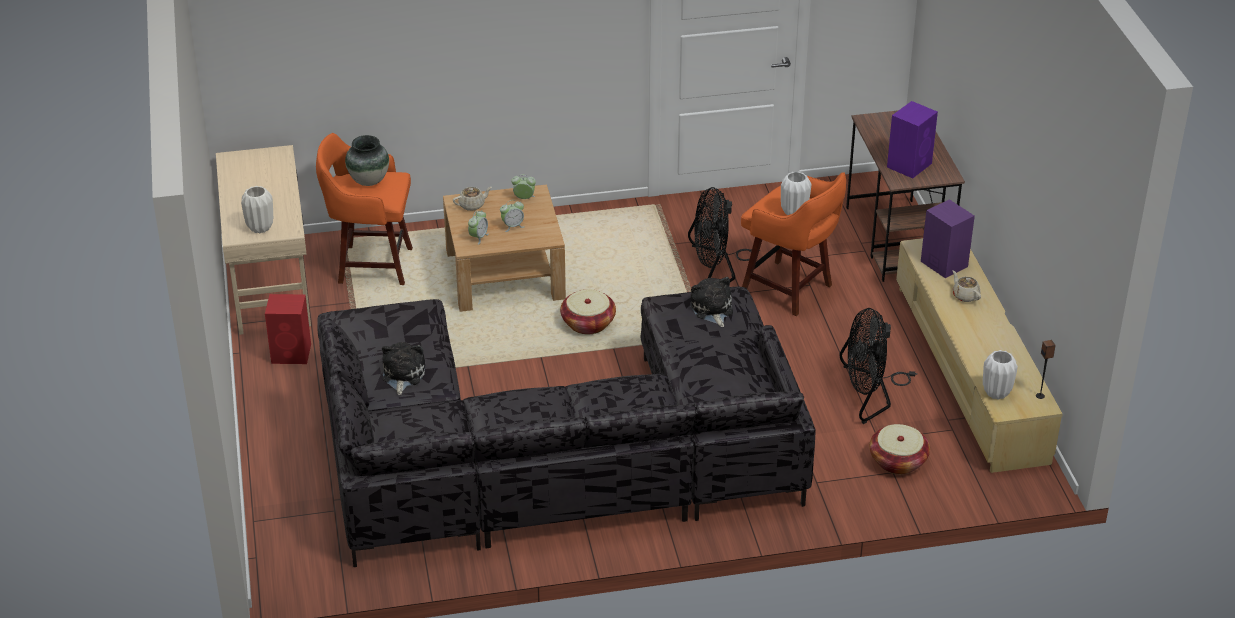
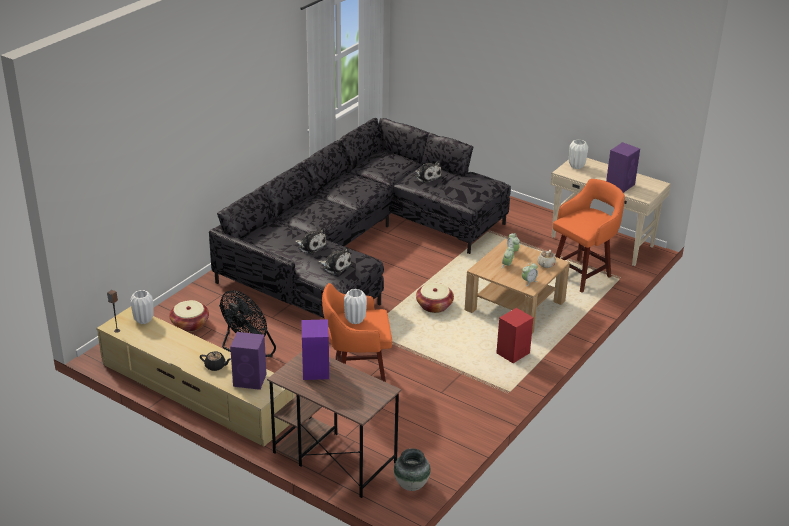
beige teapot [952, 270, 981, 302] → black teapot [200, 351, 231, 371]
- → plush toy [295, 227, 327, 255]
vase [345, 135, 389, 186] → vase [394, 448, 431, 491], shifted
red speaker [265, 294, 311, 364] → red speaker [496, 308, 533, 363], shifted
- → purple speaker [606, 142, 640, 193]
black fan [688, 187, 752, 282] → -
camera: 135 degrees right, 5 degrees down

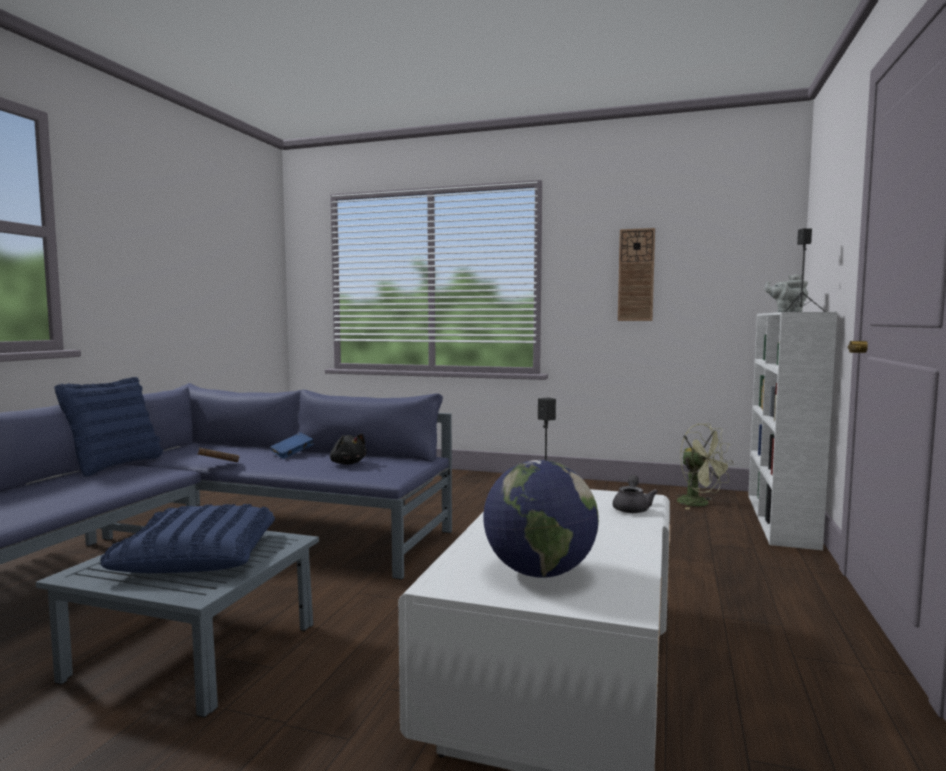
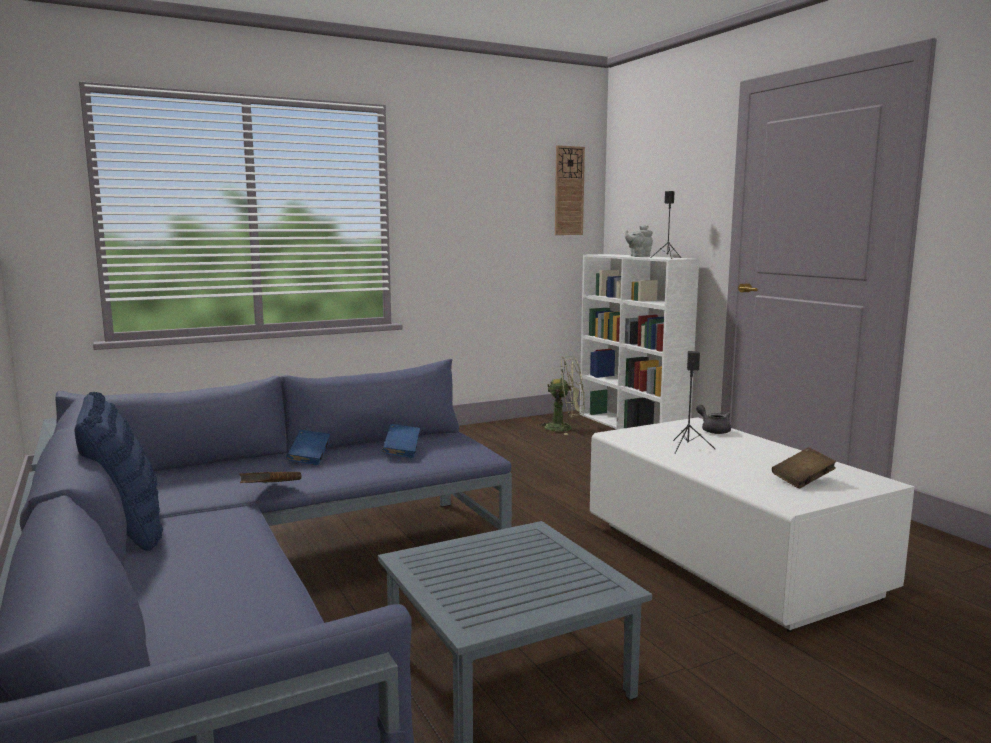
black plush toy [330, 433, 367, 465] → blue book [382, 424, 420, 458]
wall clock [618, 228, 655, 321] → wall clock [555, 145, 585, 235], shifted
globe [483, 460, 599, 578] → brown book [772, 447, 836, 488]
blue pillow [100, 504, 275, 573] → -
camera: 45 degrees left, 5 degrees up

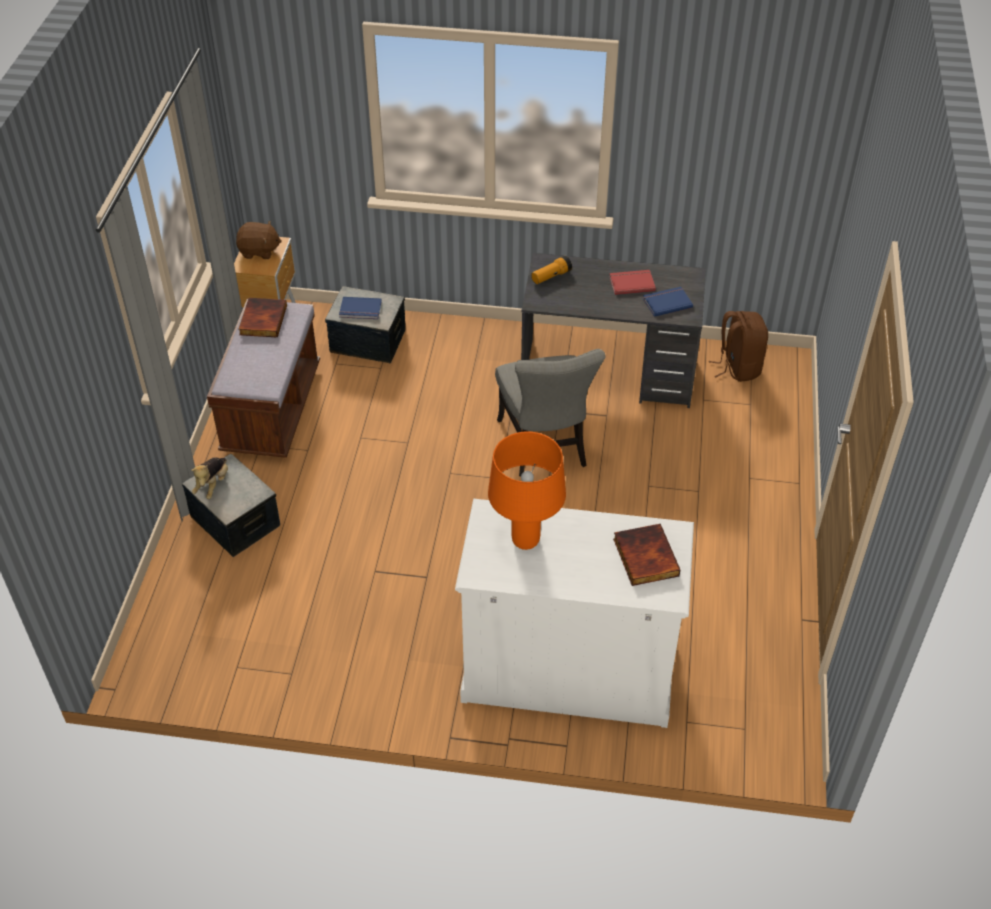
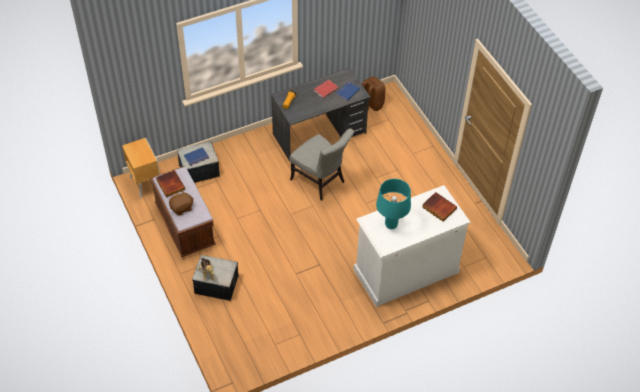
brown plush toy [236, 220, 282, 259] → brown plush toy [169, 190, 194, 216], shifted
orange table lamp [488, 431, 566, 550] → turquoise table lamp [376, 179, 411, 229]
camera: 35 degrees left, 5 degrees up

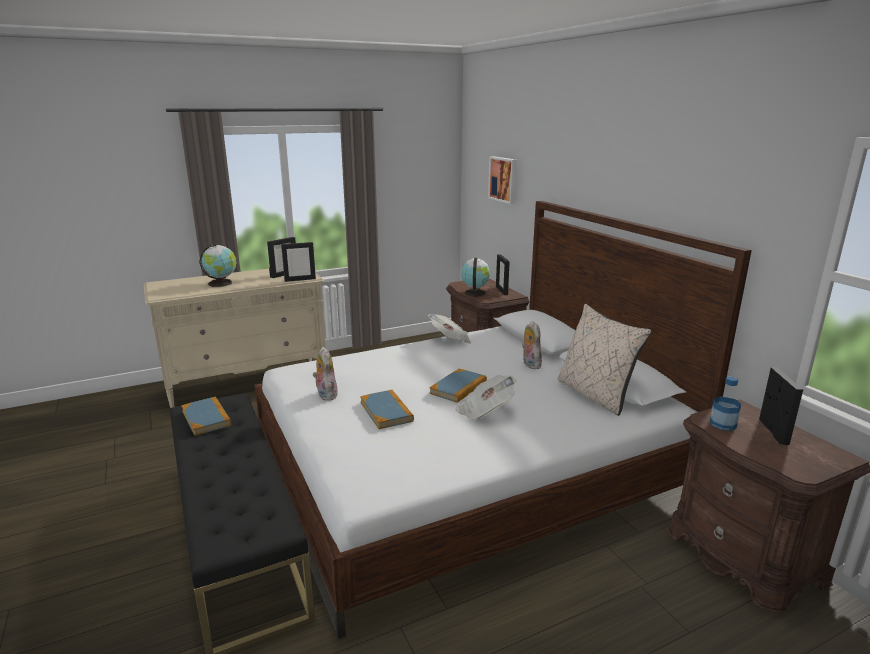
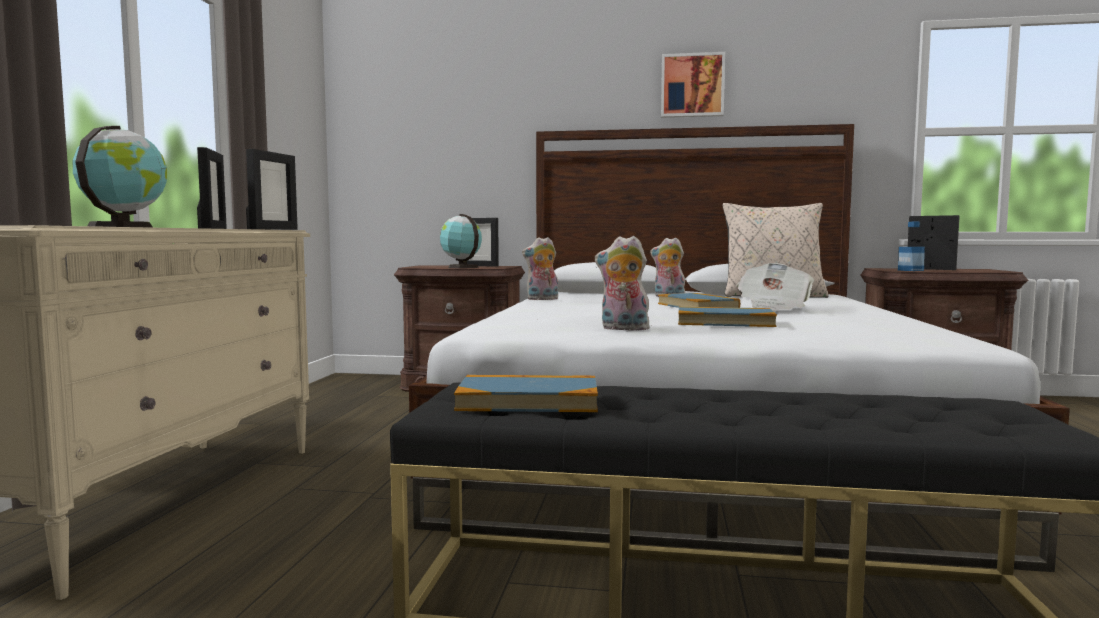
newspaper [428, 314, 472, 344] → plush toy [522, 237, 558, 300]
picture [488, 156, 517, 204] → picture [661, 52, 725, 118], shifted
camera: 55 degrees left, 15 degrees down

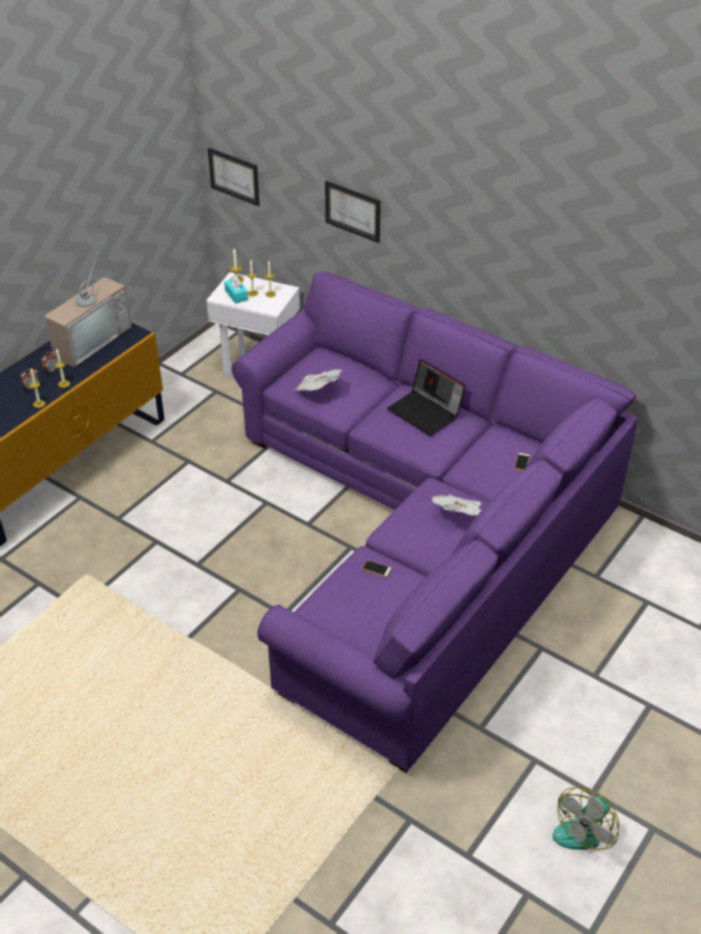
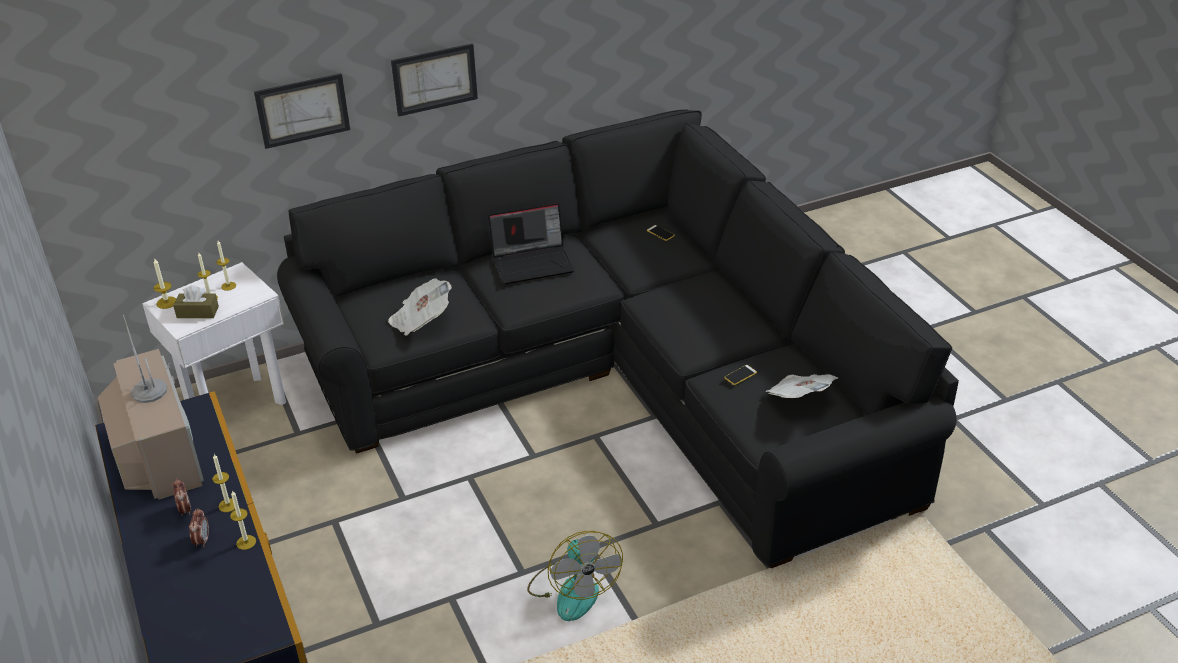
turquoise tissue box [224, 276, 248, 304] → brown tissue box [173, 285, 219, 318]
purple sofa [232, 271, 638, 773] → black sofa [277, 109, 959, 568]
picture [208, 148, 260, 206] → picture [391, 43, 478, 117], shifted
fan [552, 787, 619, 850] → fan [527, 531, 623, 621], shifted
newspaper [432, 495, 482, 515] → newspaper [765, 374, 838, 398], shifted
camera: 60 degrees left, 5 degrees down

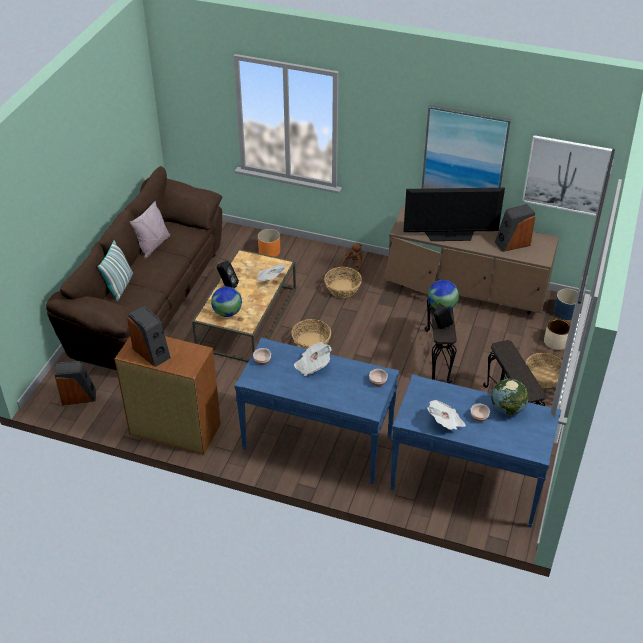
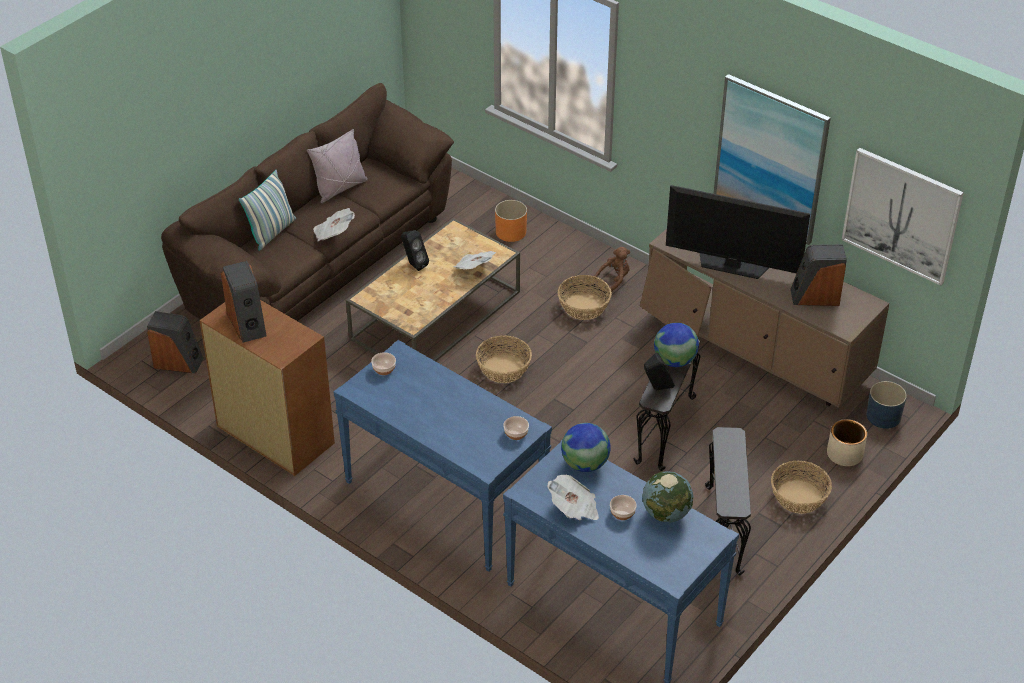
newspaper [294, 342, 332, 376] → newspaper [313, 208, 355, 241], shifted
globe [211, 286, 242, 317] → globe [561, 423, 611, 472], shifted
camera: 20 degrees right, 0 degrees up

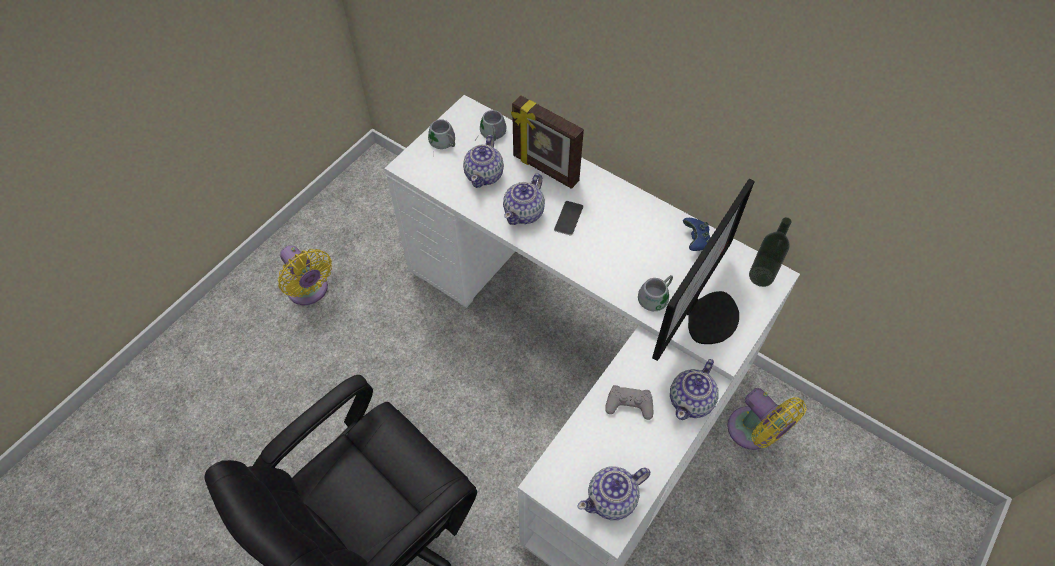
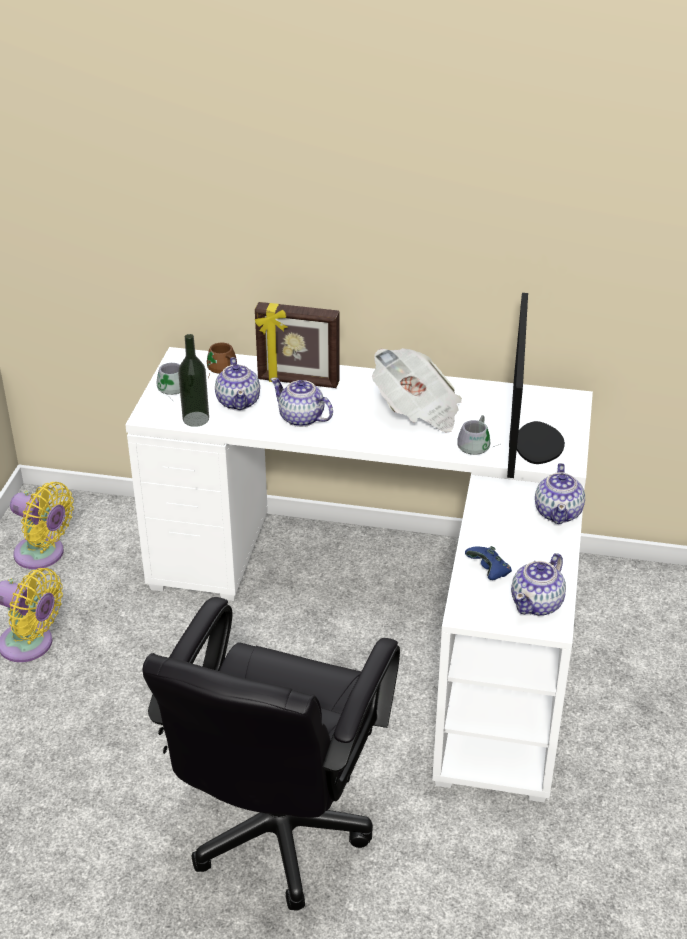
yellow fan [727, 388, 807, 450] → yellow fan [10, 482, 74, 569], shifted
bottle [749, 217, 792, 287] → bottle [178, 334, 209, 427], shifted
grey mug [476, 110, 506, 141] → brown mug [207, 343, 237, 379]
teapot [503, 173, 545, 225] → teapot [270, 378, 333, 427], 120 degrees clockwise
- → newspaper [372, 348, 462, 433]
blue game controller [683, 218, 710, 251] → blue game controller [465, 546, 512, 580], shifted
phone [554, 201, 583, 235] → -
grey game controller [605, 385, 654, 420] → -
camera: 25 degrees left, 20 degrees down

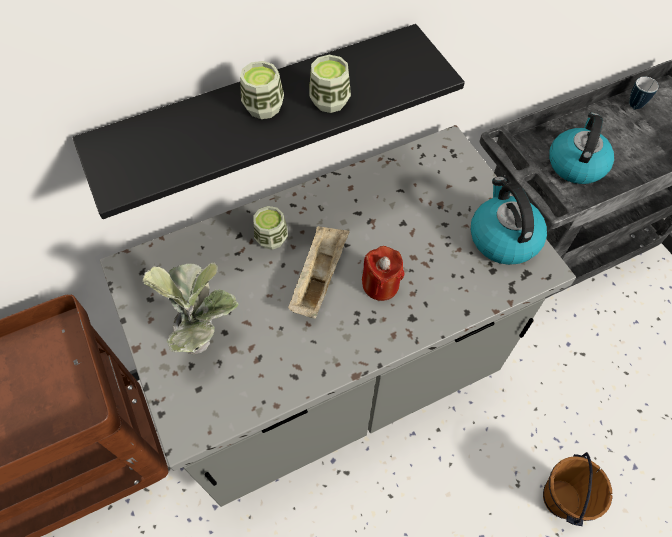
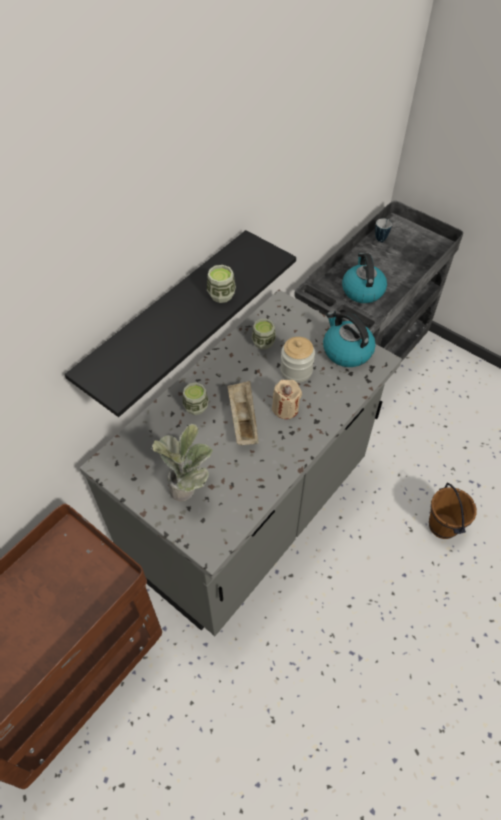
cup [240, 61, 284, 119] → cup [252, 319, 276, 349], shifted
red candle [362, 246, 404, 301] → beige candle [272, 380, 302, 419]
- → jar [280, 337, 315, 383]
camera: 25 degrees left, 5 degrees down

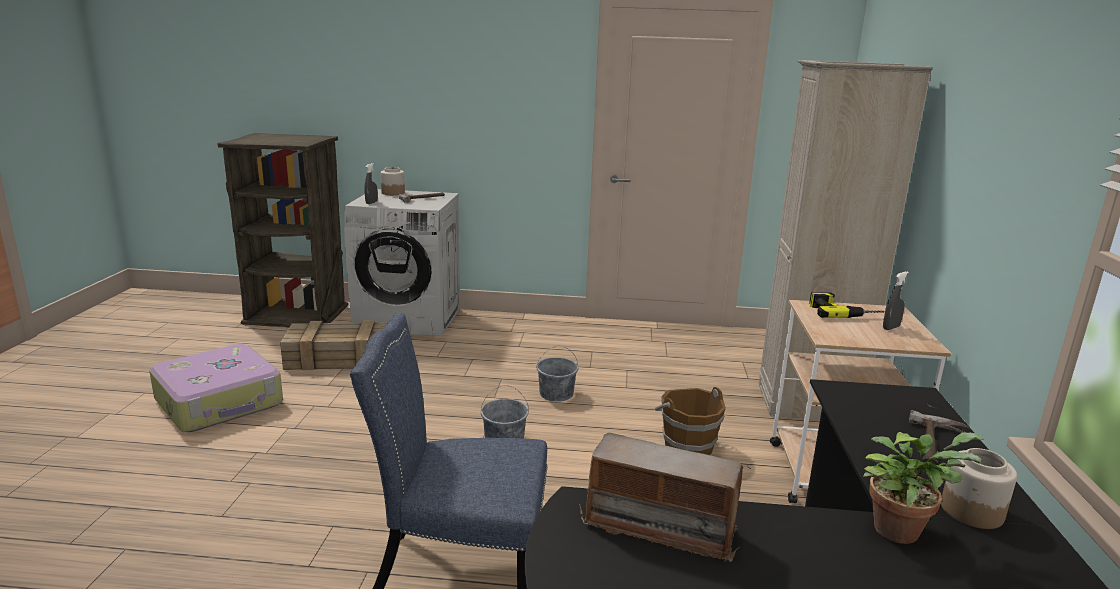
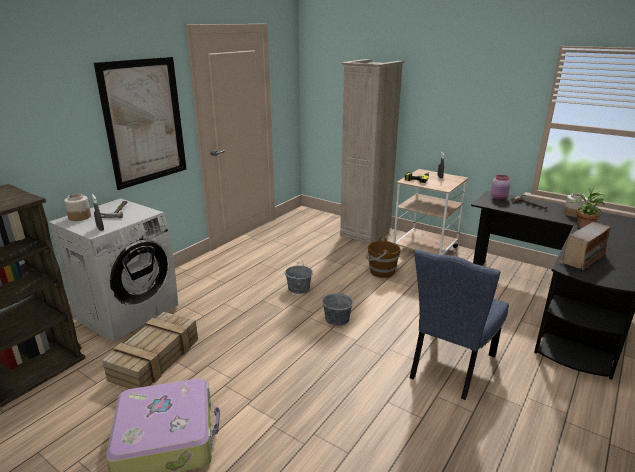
- → picture [94, 57, 186, 190]
- → pink jar [491, 175, 510, 200]
camera: 60 degrees left, 5 degrees up

